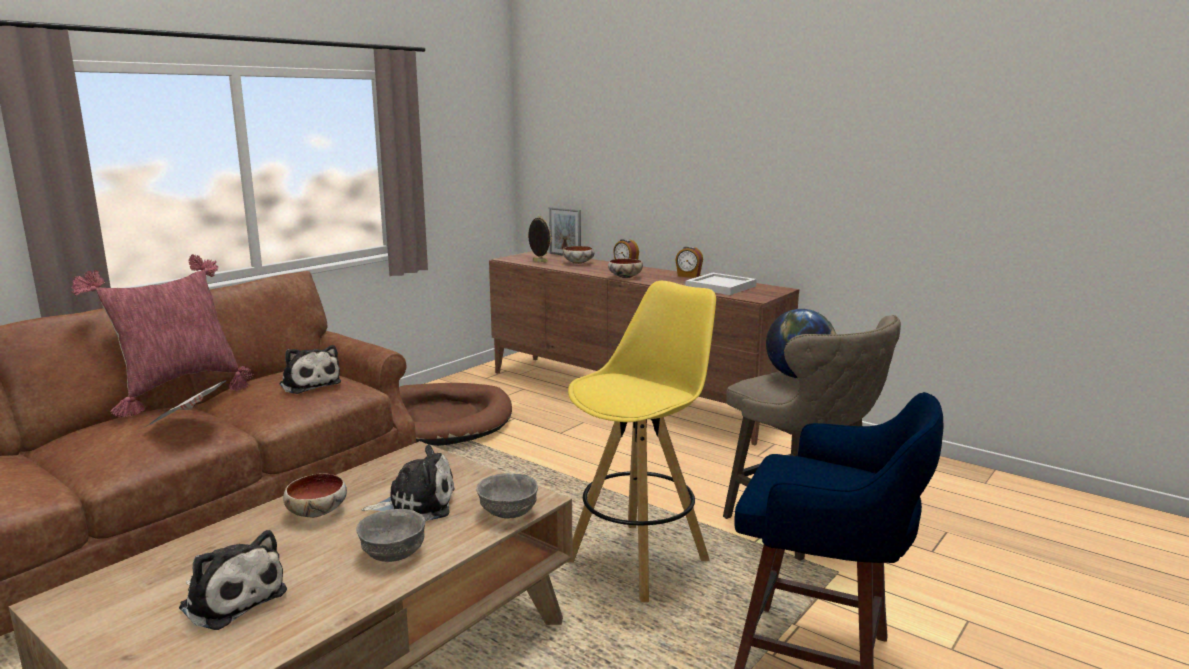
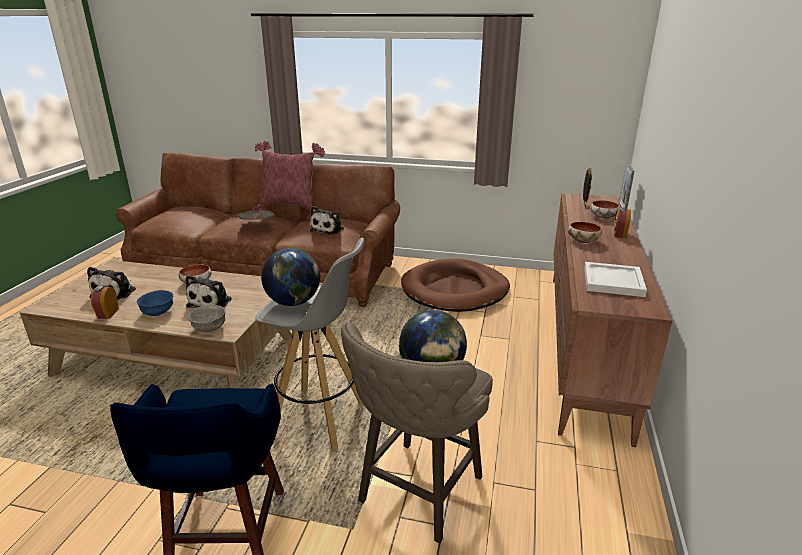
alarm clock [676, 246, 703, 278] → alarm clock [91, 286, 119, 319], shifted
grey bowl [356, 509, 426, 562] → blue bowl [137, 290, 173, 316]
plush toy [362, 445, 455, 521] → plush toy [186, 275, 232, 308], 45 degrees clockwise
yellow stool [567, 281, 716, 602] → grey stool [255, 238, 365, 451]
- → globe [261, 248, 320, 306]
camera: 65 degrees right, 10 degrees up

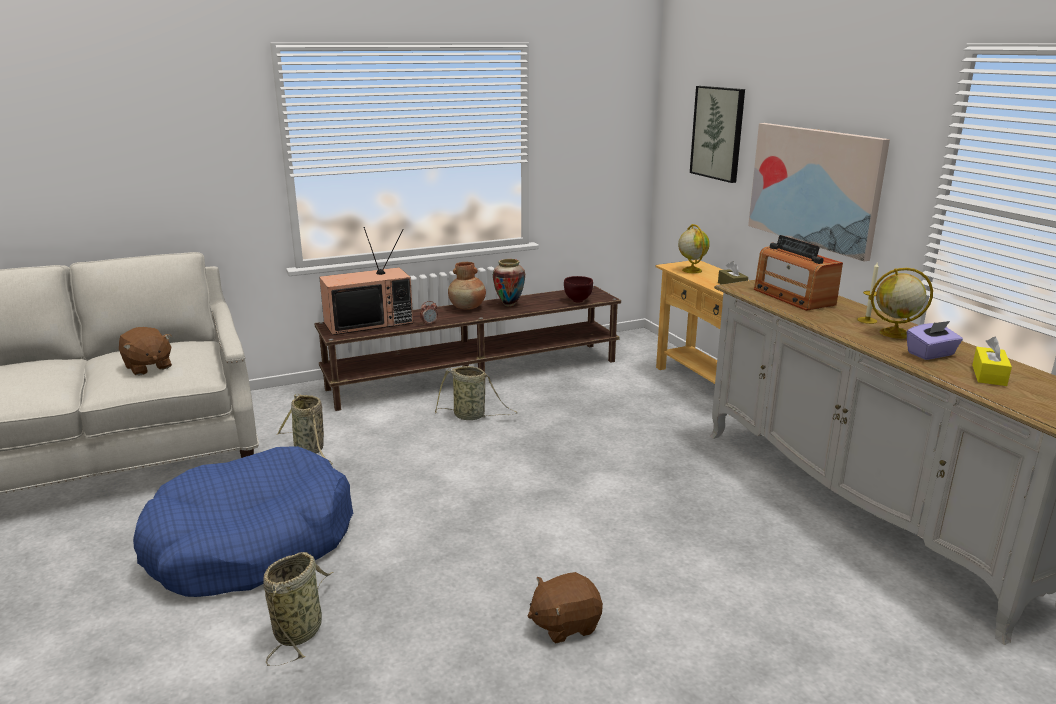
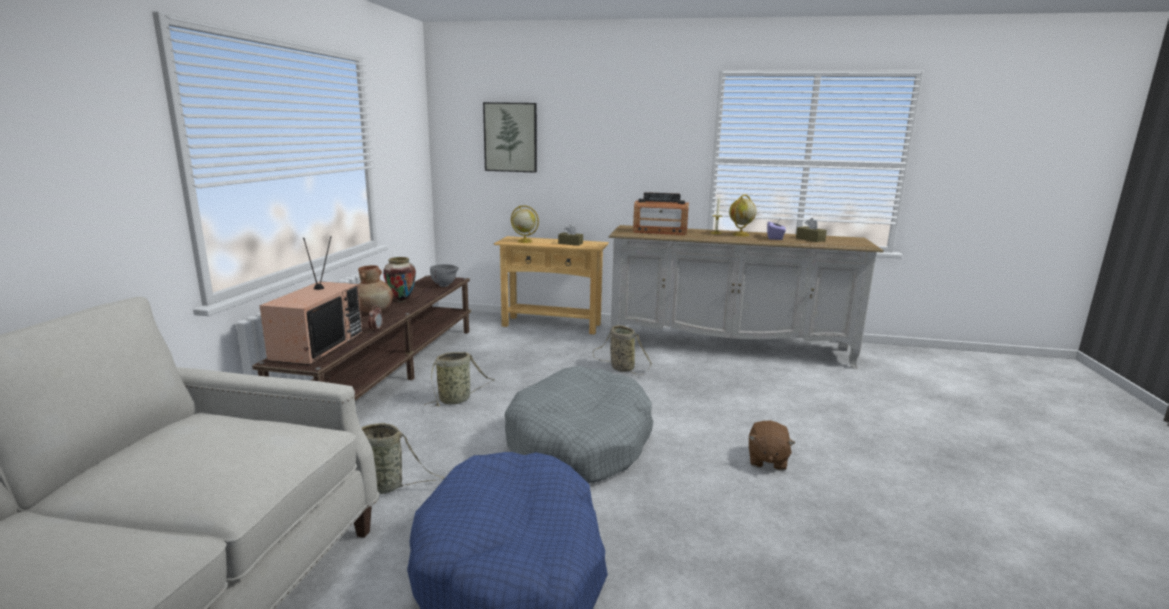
brown bowl [564, 276, 593, 303] → grey bowl [430, 264, 459, 287]
- → grey dog bed [505, 366, 653, 483]
basket [263, 552, 334, 666] → basket [593, 325, 652, 375], shifted
yellow tissue box [972, 337, 1012, 386] → brown tissue box [796, 218, 827, 242]
brown plush toy [119, 327, 172, 375] → -
picture [748, 123, 890, 261] → -
camera: 55 degrees left, 5 degrees down

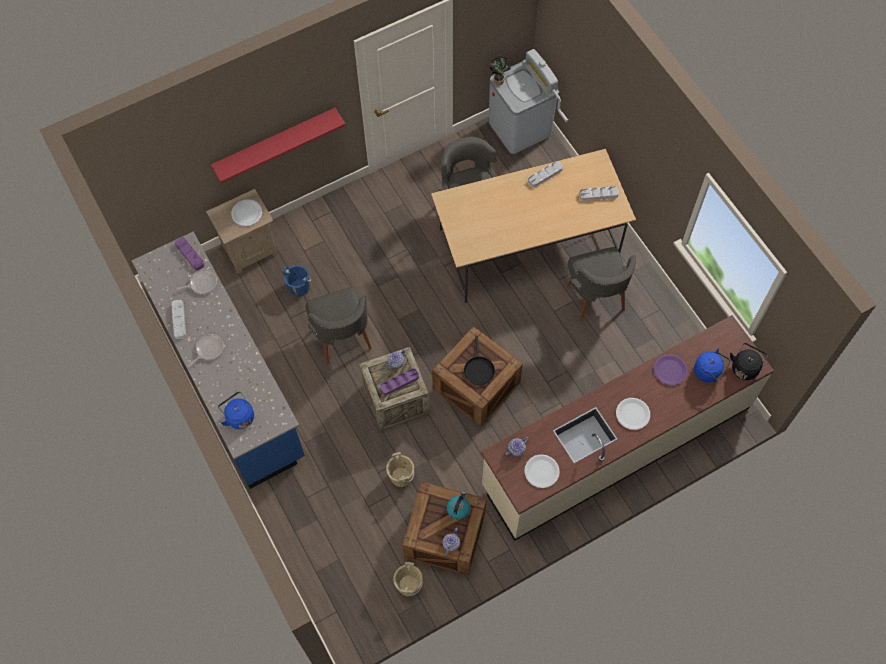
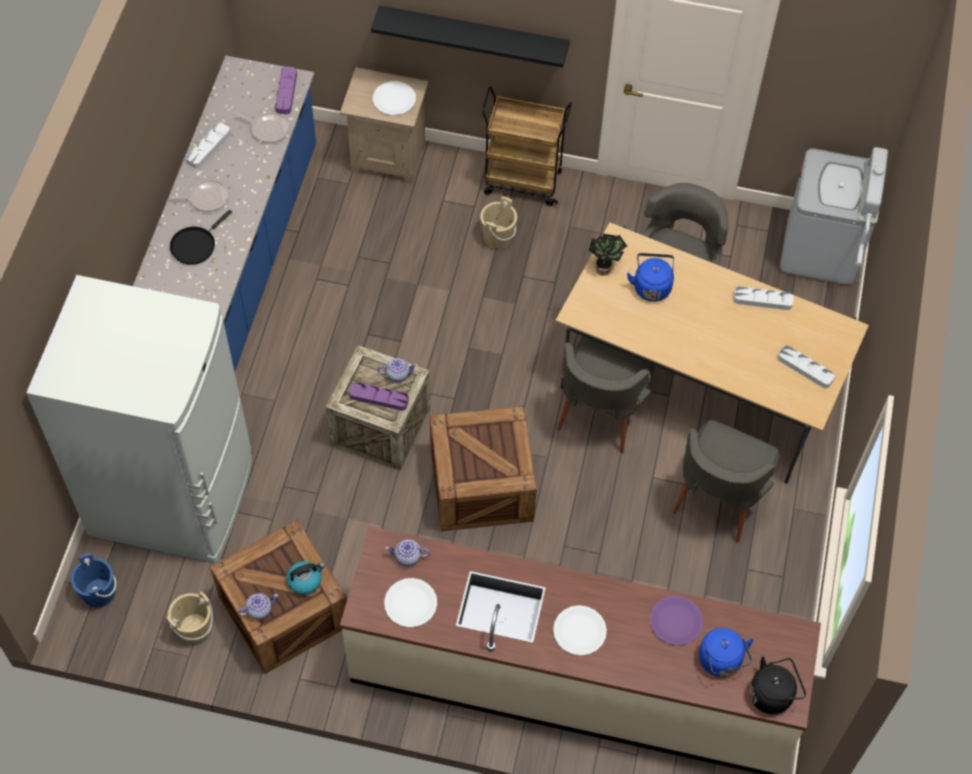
- → white fridge [26, 275, 252, 563]
blue bucket [282, 265, 311, 297] → blue bucket [71, 553, 117, 608], shifted
black frying pan [464, 336, 495, 385] → black frying pan [170, 210, 232, 265], shifted
red shelf [211, 108, 346, 183] → black shelf [371, 5, 570, 68]
beige bucket [386, 452, 414, 487] → beige bucket [480, 196, 517, 248], shifted
- → brown cart [482, 87, 572, 206]
grey chair [305, 287, 372, 364] → grey chair [557, 337, 655, 453], shifted
potted plant [489, 56, 511, 85] → potted plant [589, 234, 627, 276], shifted
blue kettle [218, 391, 254, 429] → blue kettle [627, 253, 674, 302], shifted
camera: 40 degrees right, 5 degrees down

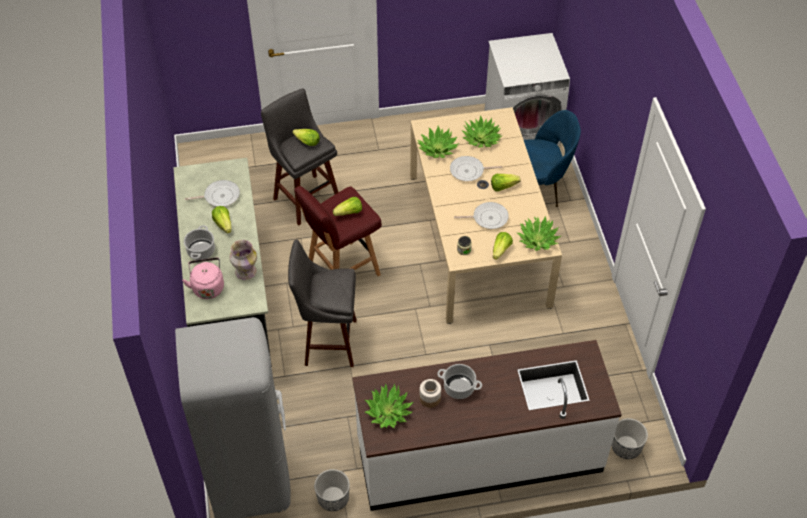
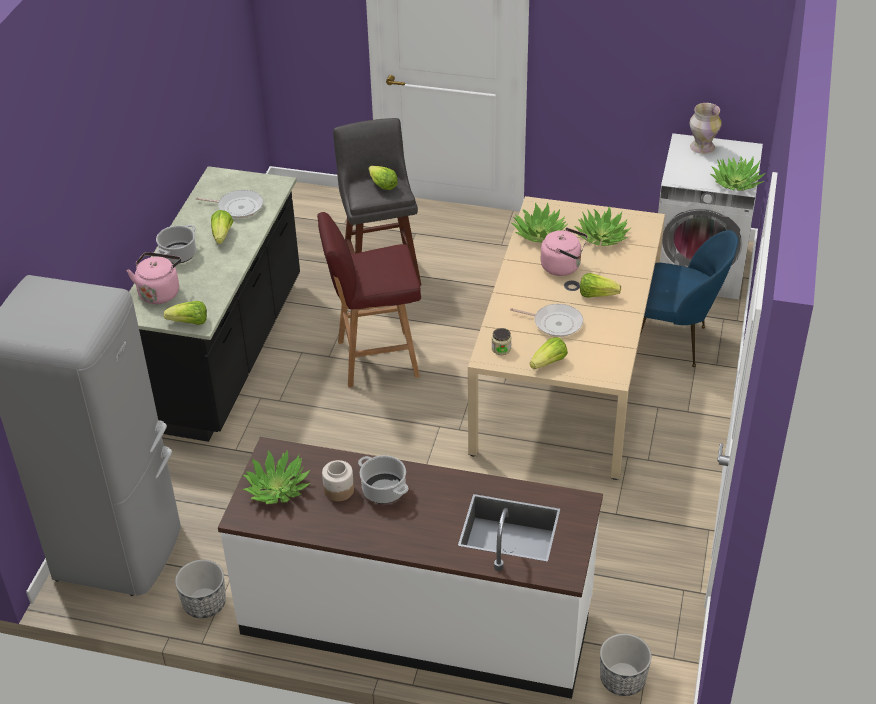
lettuce [333, 197, 362, 216] → lettuce [164, 301, 207, 325], shifted
frying pan [450, 156, 502, 181] → pink kettle [541, 227, 588, 276]
vase [229, 240, 257, 280] → vase [690, 103, 722, 154], shifted
potted plant [517, 216, 561, 251] → potted plant [711, 156, 765, 191], shifted
grey stool [288, 239, 357, 367] → -
camera: 25 degrees right, 10 degrees down

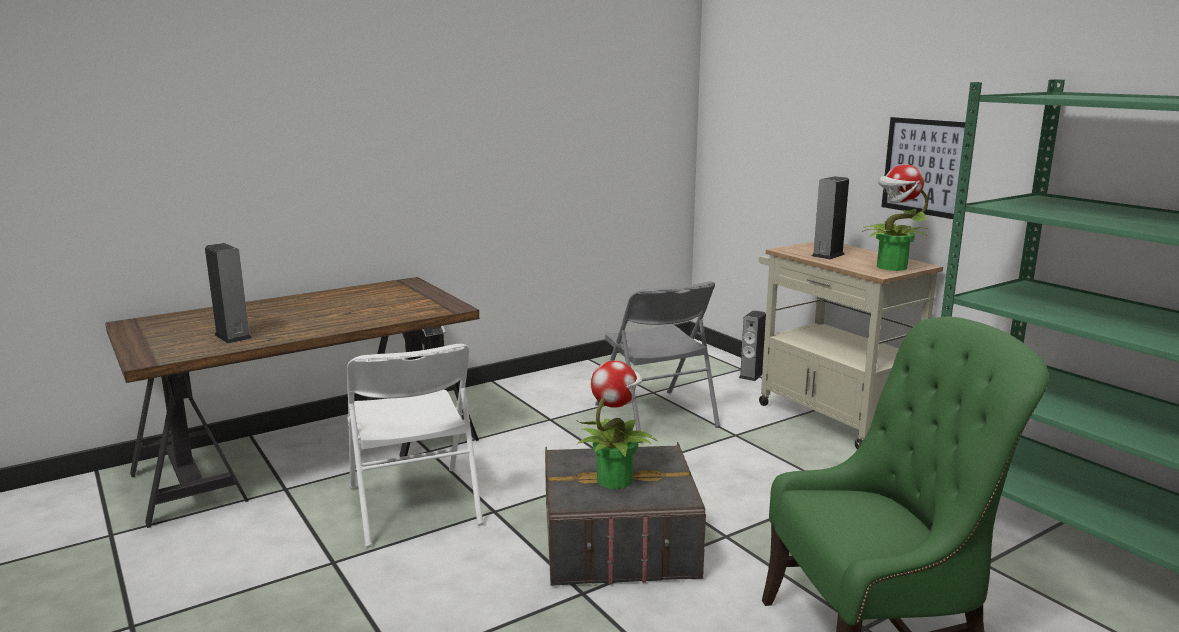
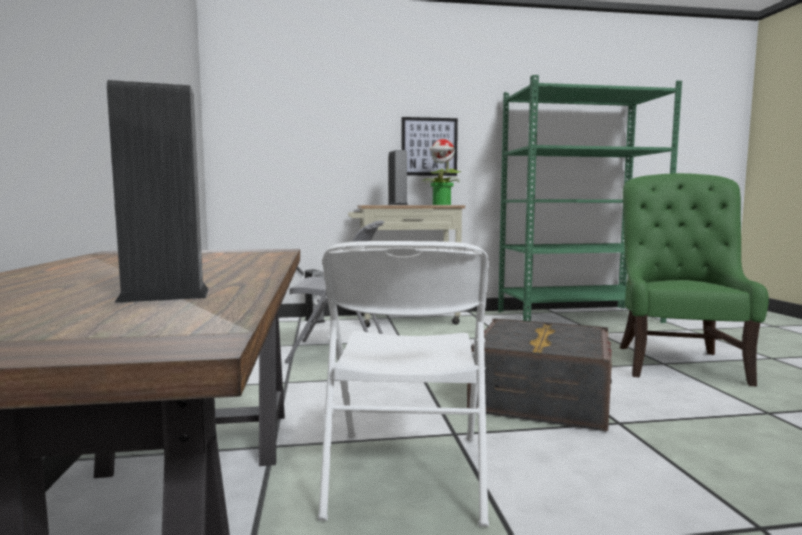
white chair [347, 344, 484, 548] → white chair [318, 241, 489, 527], 90 degrees clockwise
potted plant [576, 361, 658, 489] → -
camera: 65 degrees left, 10 degrees down

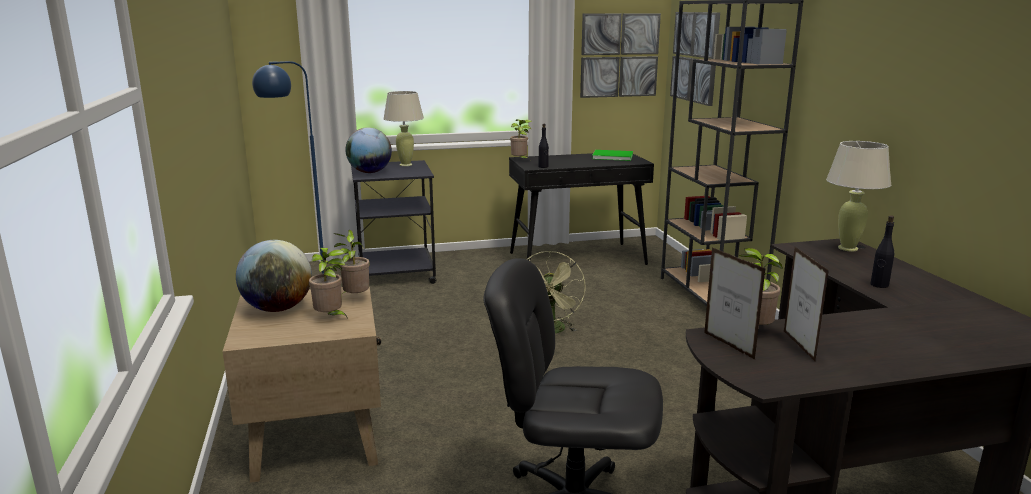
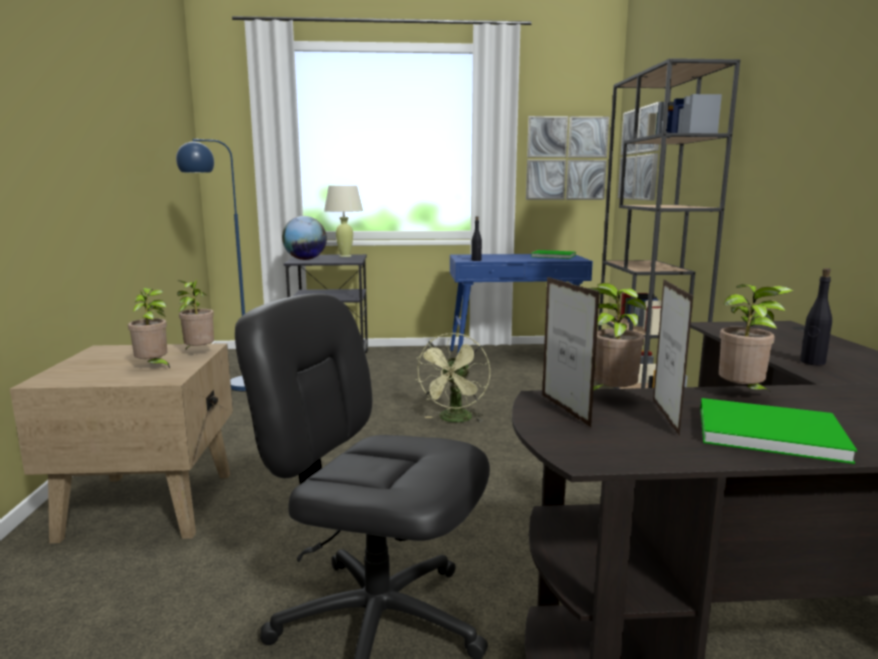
black console table [509, 153, 654, 265] → blue console table [450, 254, 593, 354]
- → green book [700, 398, 857, 464]
potted plant [510, 119, 532, 159] → potted plant [719, 284, 793, 394], shifted
globe [236, 240, 312, 312] → -
beige table lamp [826, 141, 891, 252] → -
camera: 10 degrees right, 5 degrees down

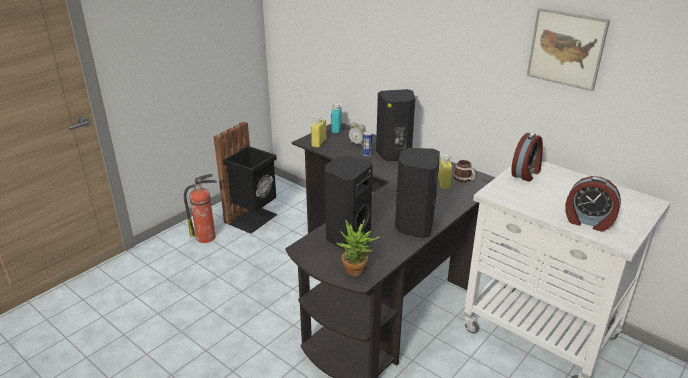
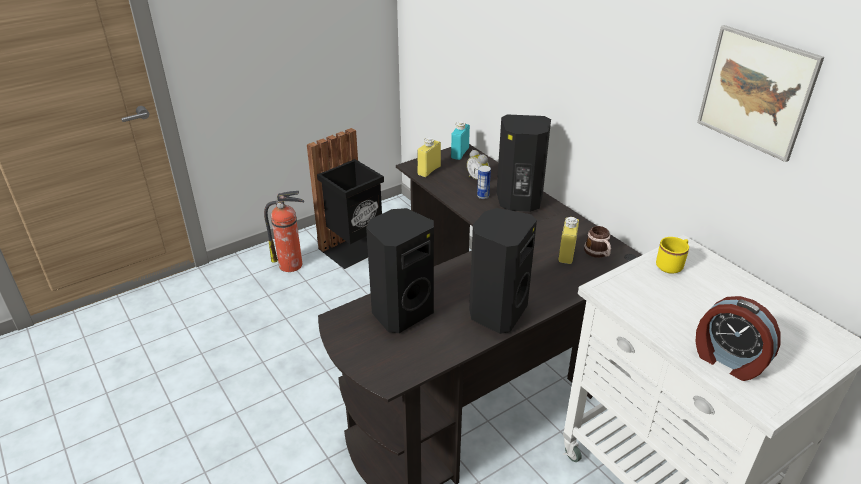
alarm clock [511, 133, 543, 182] → yellow mug [656, 237, 689, 274]
potted plant [336, 219, 380, 276] → -
camera: 15 degrees right, 5 degrees up

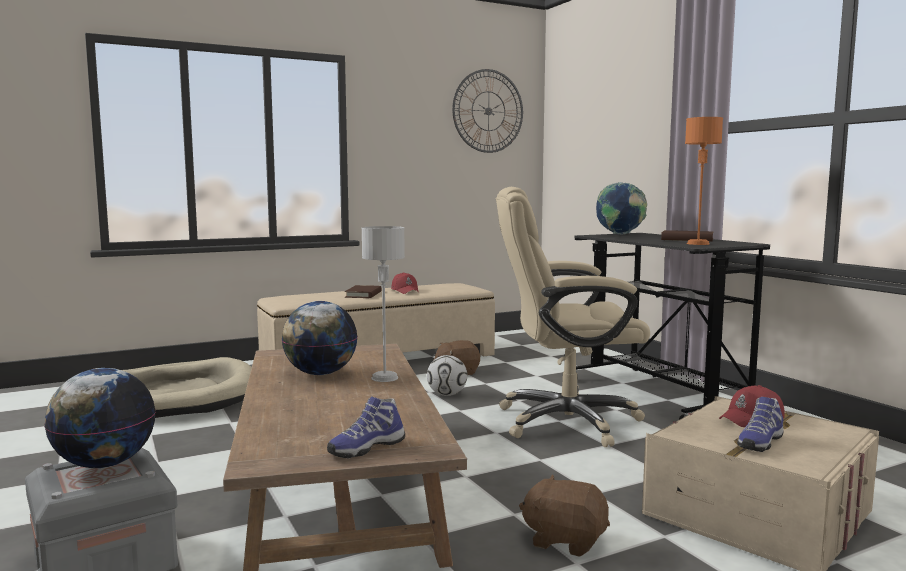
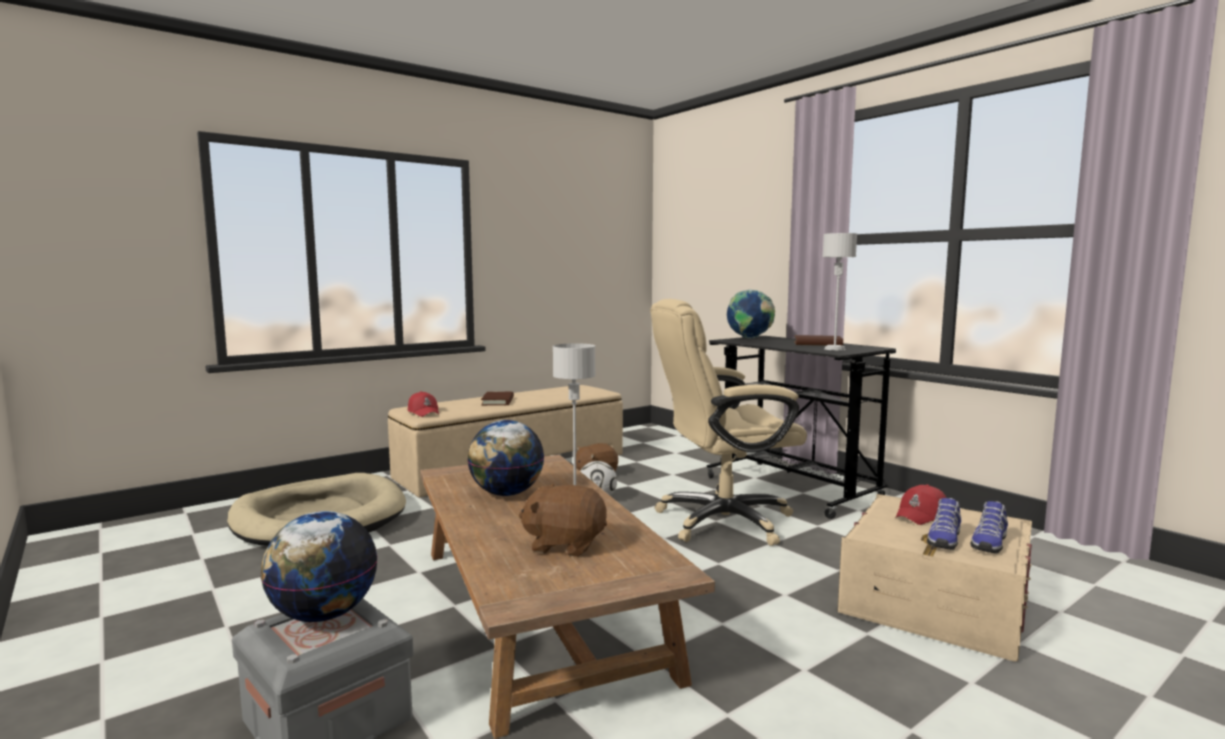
red cap [391, 272, 419, 294] → red cap [408, 391, 439, 417], shifted
brown plush toy [519, 475, 610, 557] → brown plush toy [519, 483, 607, 557], shifted
orange table lamp [685, 117, 723, 245] → grey table lamp [822, 233, 857, 351]
shoe [327, 396, 405, 458] → shoe [970, 501, 1008, 554], shifted
wall clock [452, 69, 523, 153] → -
camera: 10 degrees left, 0 degrees up

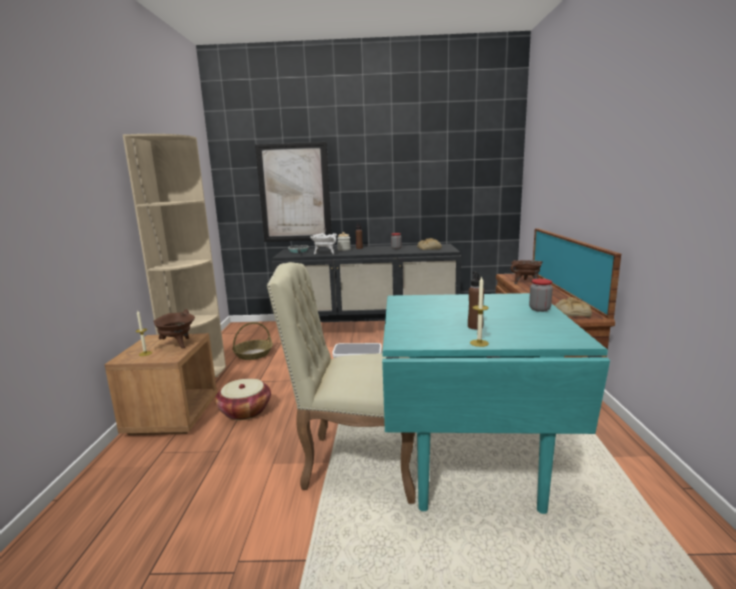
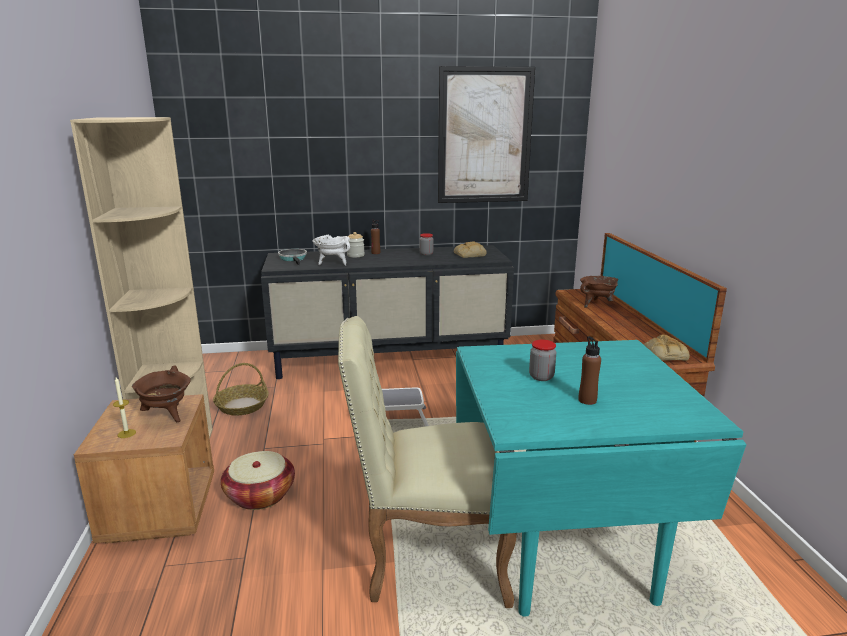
picture [255, 142, 332, 242] → picture [438, 66, 535, 203], shifted
jar [529, 279, 553, 312] → jar [529, 340, 556, 381], shifted
candle [470, 276, 489, 347] → -
camera: 10 degrees left, 5 degrees up

